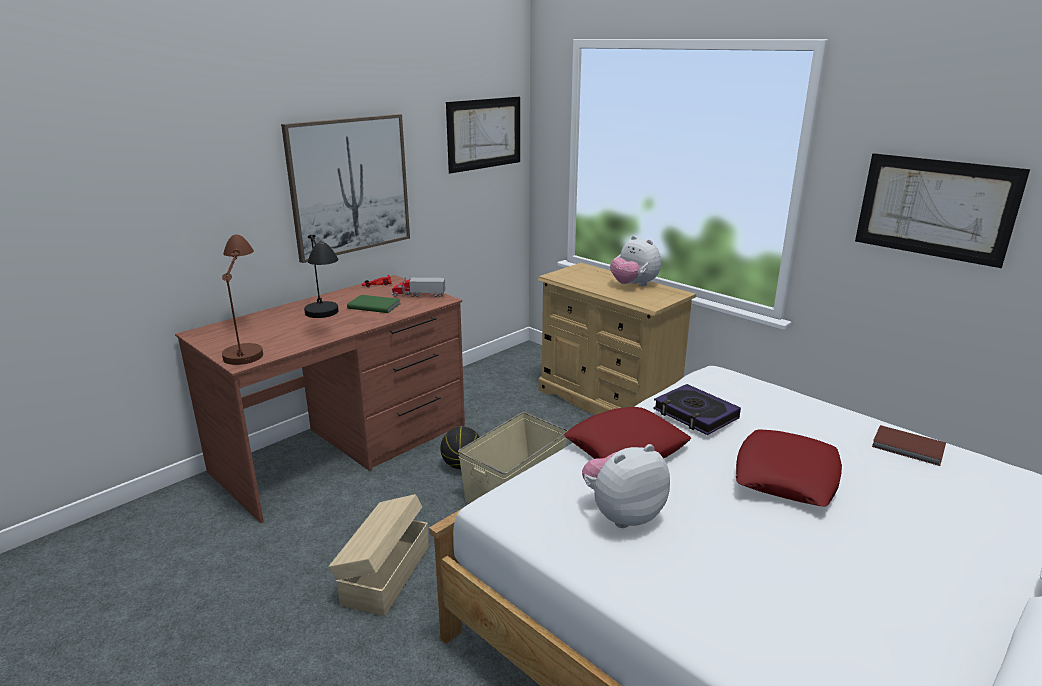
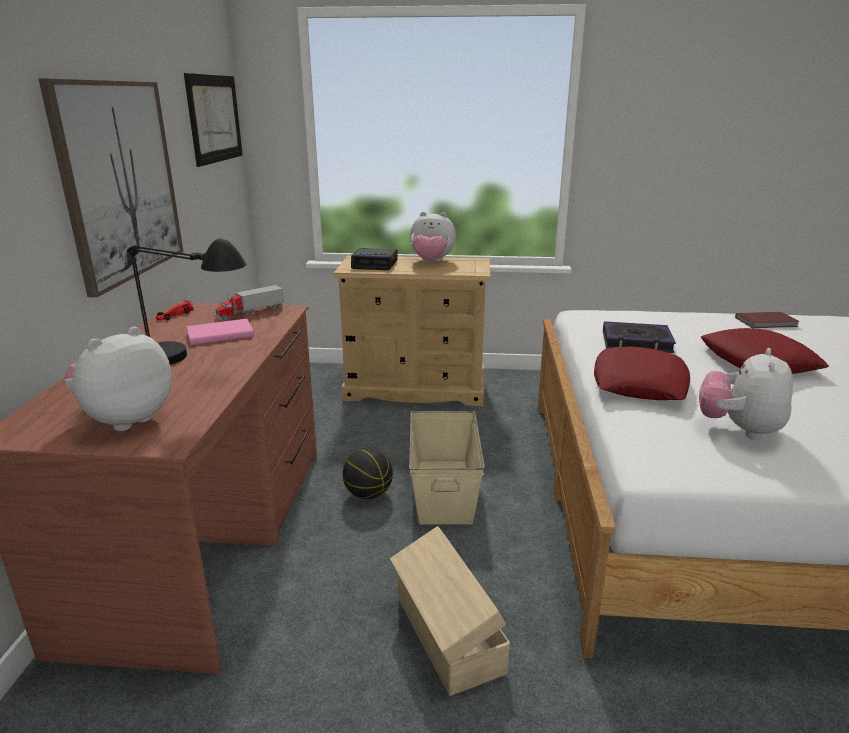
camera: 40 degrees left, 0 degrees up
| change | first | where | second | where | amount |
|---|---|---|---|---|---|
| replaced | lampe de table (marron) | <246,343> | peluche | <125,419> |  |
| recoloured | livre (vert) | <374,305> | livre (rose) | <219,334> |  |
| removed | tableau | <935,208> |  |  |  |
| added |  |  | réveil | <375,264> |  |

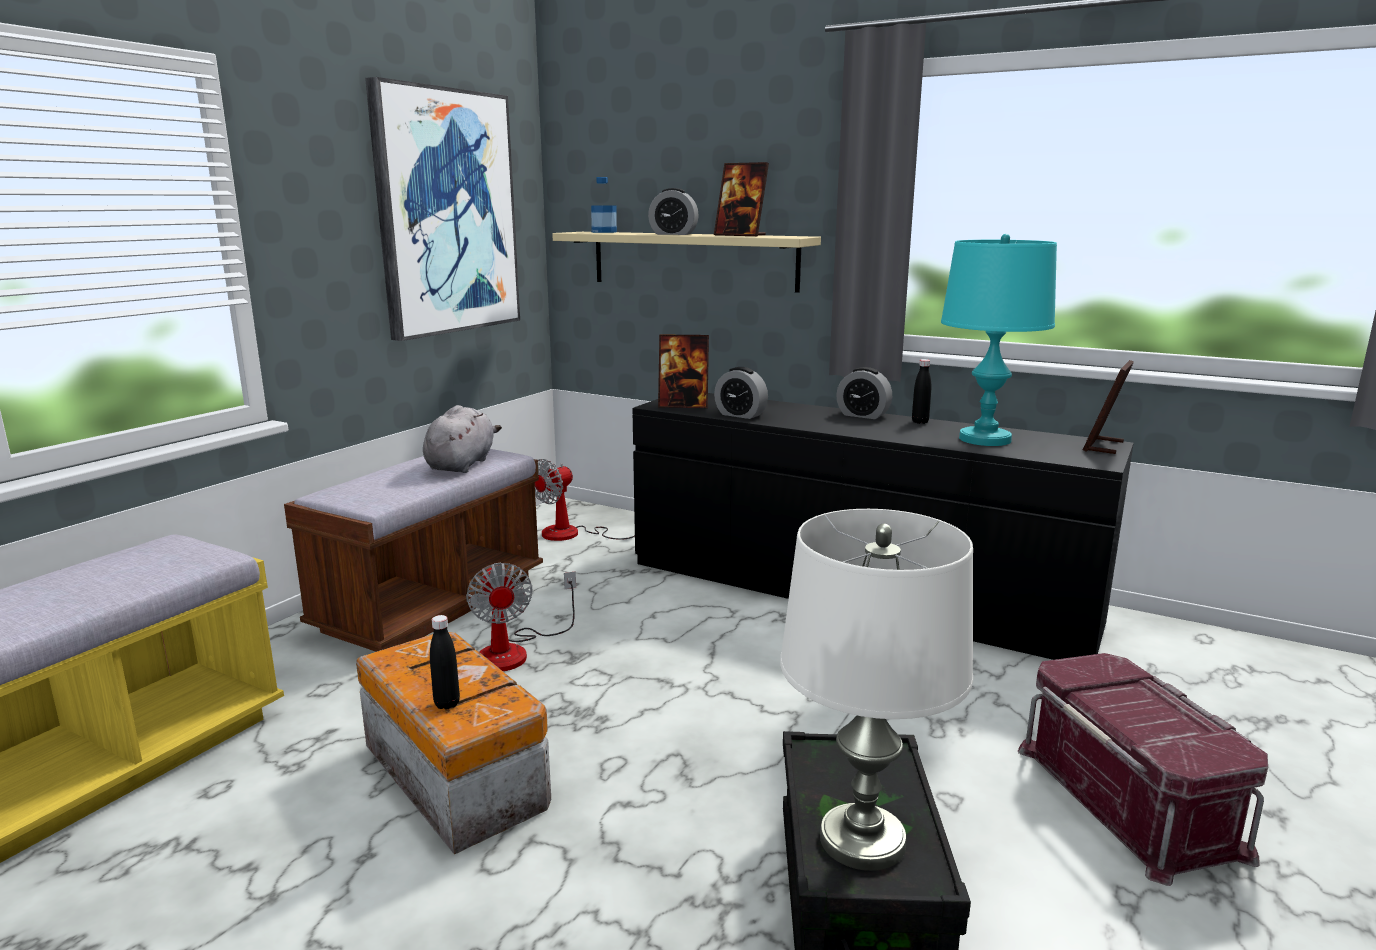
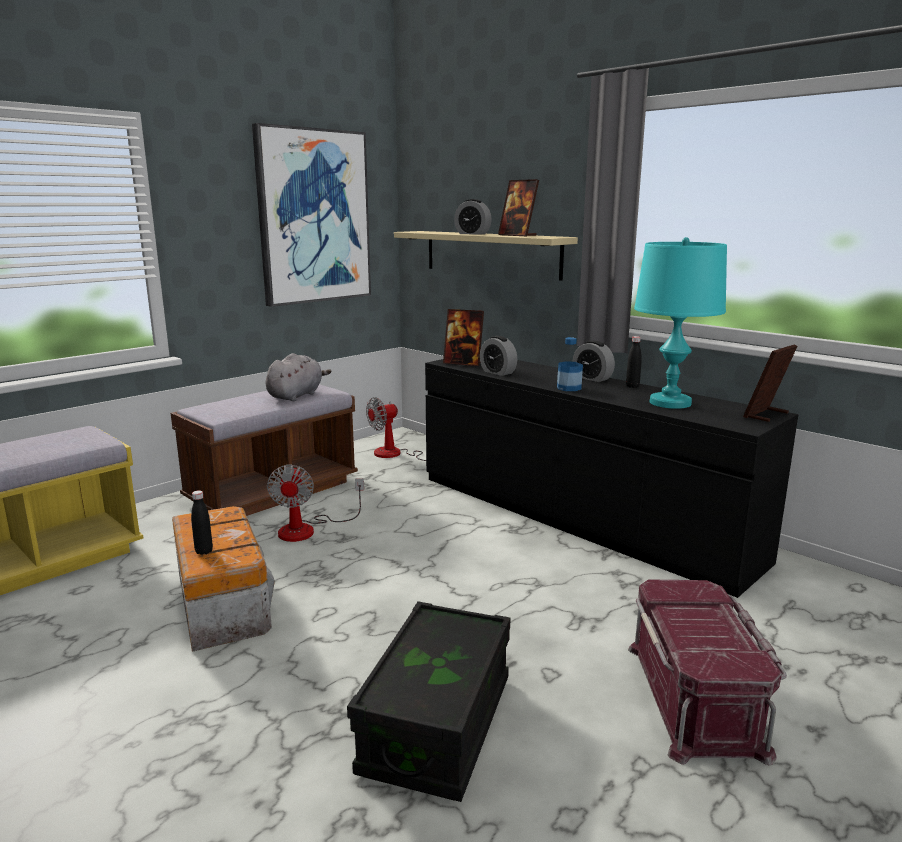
camera: 15 degrees right, 0 degrees up
| change | first | where | second | where | amount |
|---|---|---|---|---|---|
| moved | bouteille | <604,232> |  | <569,388> |  |
| removed | lampe de table (blanc) | <862,840> |  |  |  |

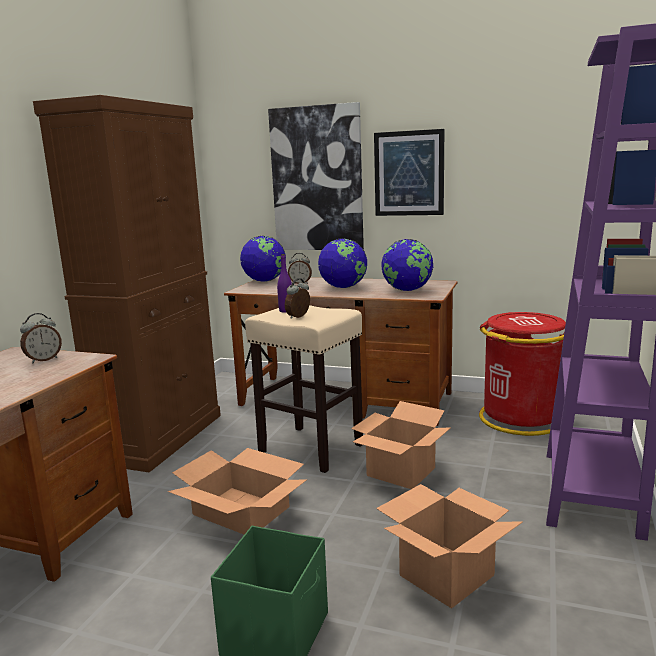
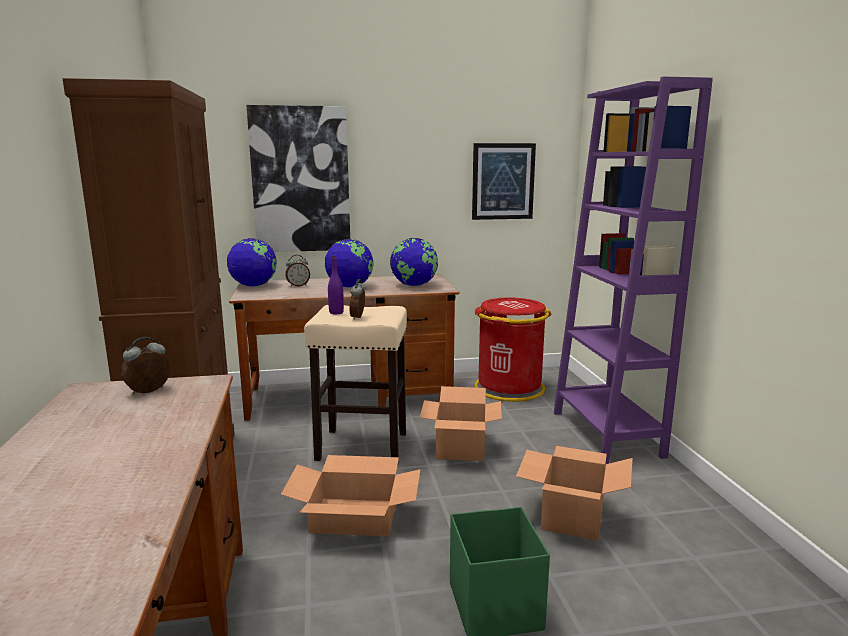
camera: 30 degrees left, 0 degrees up
| change | first | where | second | where | amount |
|---|---|---|---|---|---|
| turned | réveil | <43,360> |  | <149,391> | 150 degrees counterclockwise |
| moved | tableau | <409,173> |  | <503,181> |  |

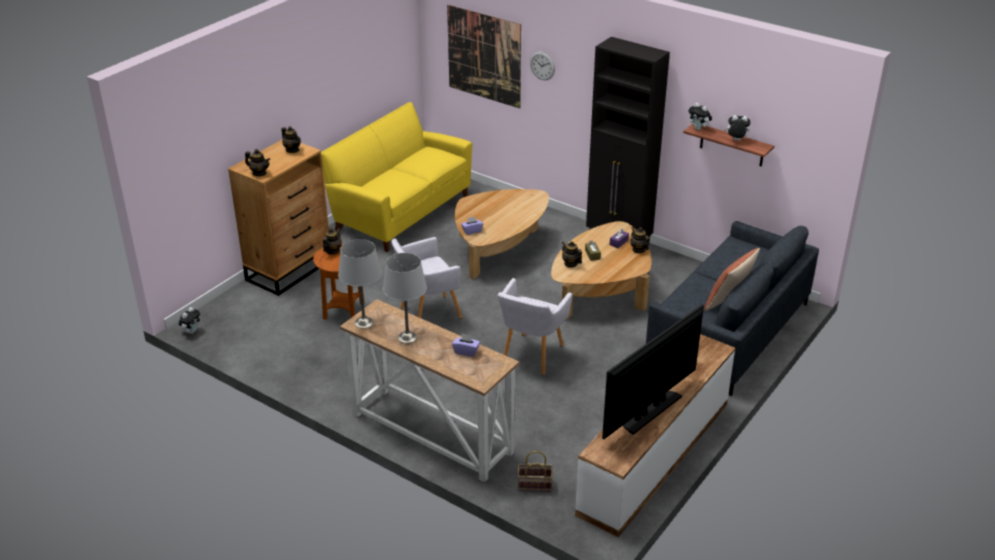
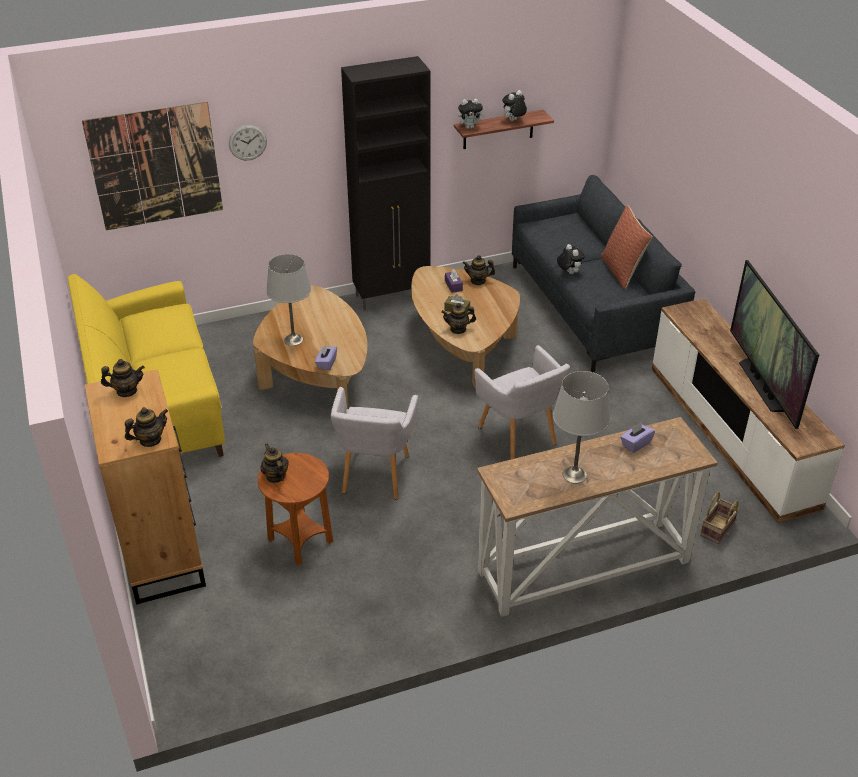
camera: 55 degrees left, 5 degrees up
| change | first | where | second | where | amount |
|---|---|---|---|---|---|
| moved | peluche | <191,331> |  | <568,272> |  |
| moved | lampe de table (gris) | <364,322> |  | <293,340> |  |

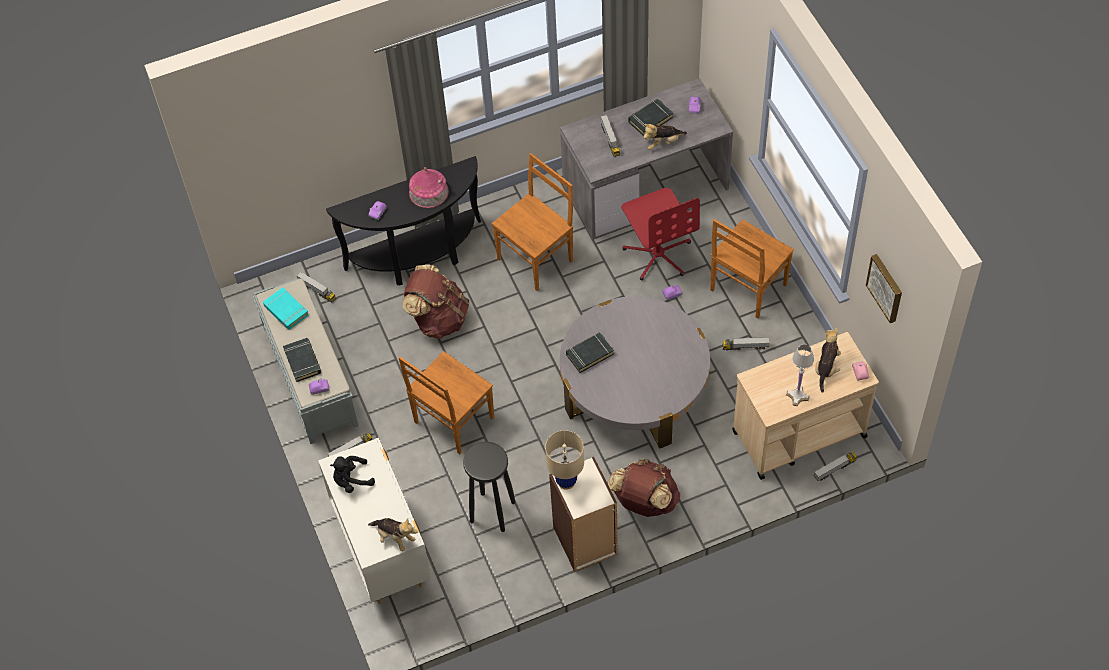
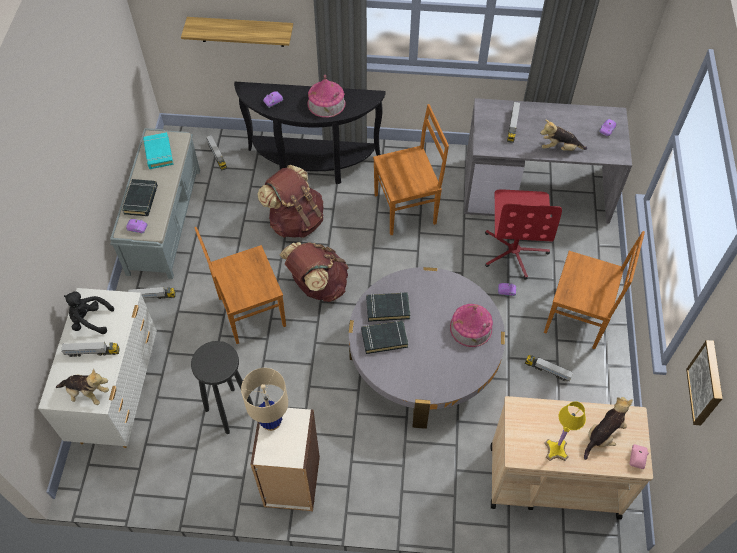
camera: 25 degrees right, 0 degrees up
| change | first | where | second | where | amount |
|---|---|---|---|---|---|
| turned | peluche | <394,537> |  | <86,393> | 45 degrees counterclockwise |
| moved | sac à dos (marron) | <644,502> |  | <317,286> |  |
| moved | livre (noir) | <650,119> |  | <384,338> |  |
| turned | chaise (marron) | <747,289> |  | <578,318> | 135 degrees counterclockwise |
| recoloured | lampe de table (blanc) | <797,396> | lampe de table (jaune) | <556,450> |  |
| moved | camion jouet | <834,469> |  | <92,352> |  |
| added |  |  | étagère | <241,31> |  |
| added |  |  | maison miniature | <471,328> |  |

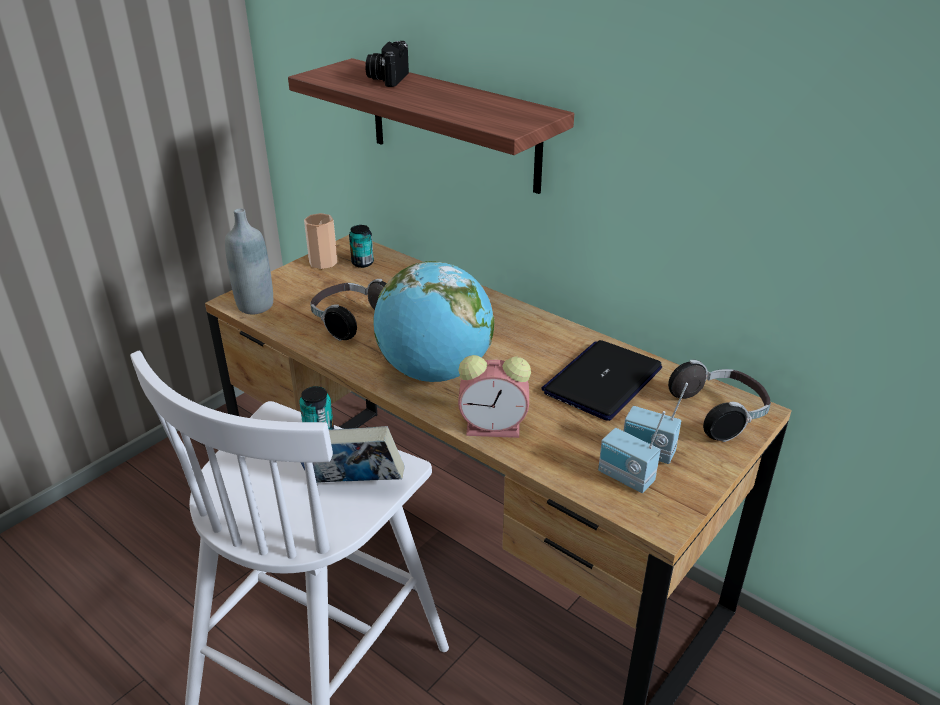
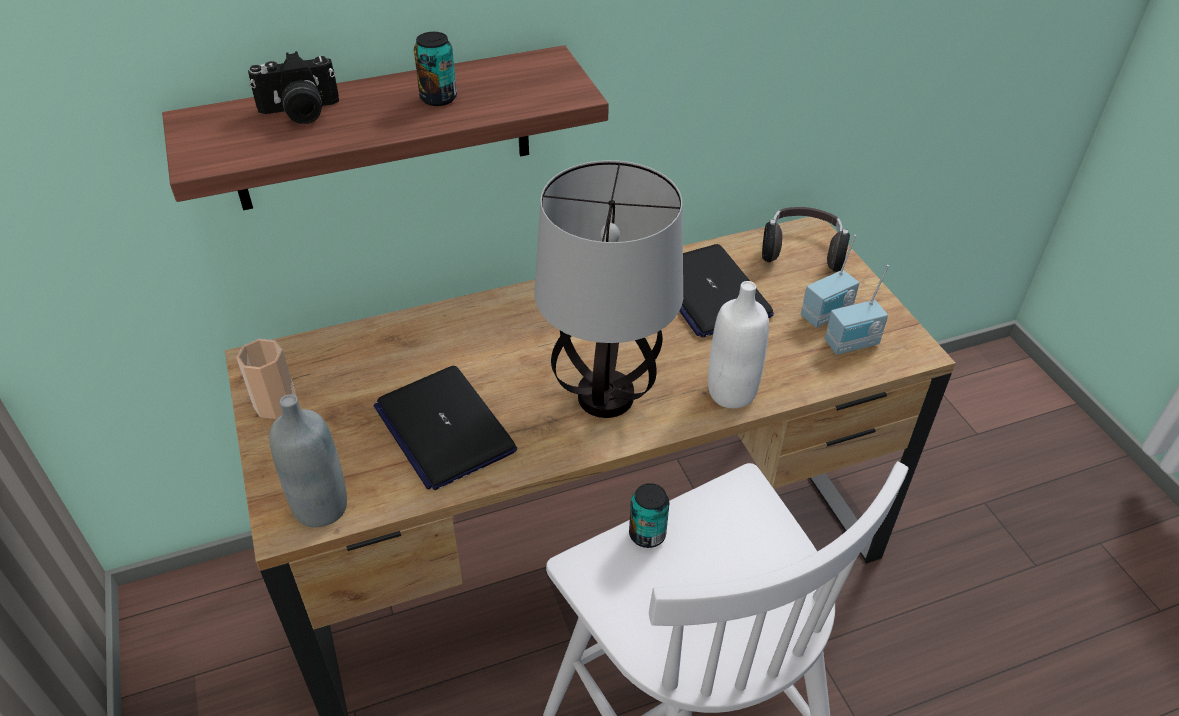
camera: 60 degrees left, 10 degrees up
| change | first | where | second | where | amount |
|---|---|---|---|---|---|
| removed | livre | <351,485> |  |  |  |
| replaced | casque audio | <350,321> | ordinateur portable | <444,428> |  |
| moved | boîte métallique | <362,263> |  | <438,98> |  |
| turned | appareil photo | <388,79> |  | <300,112> | 60 degrees counterclockwise |
| replaced | globe | <435,372> | lampe de table | <607,397> |  |
| replaced | réveil | <495,427> | bouteille (blanc) | <731,392> |  |

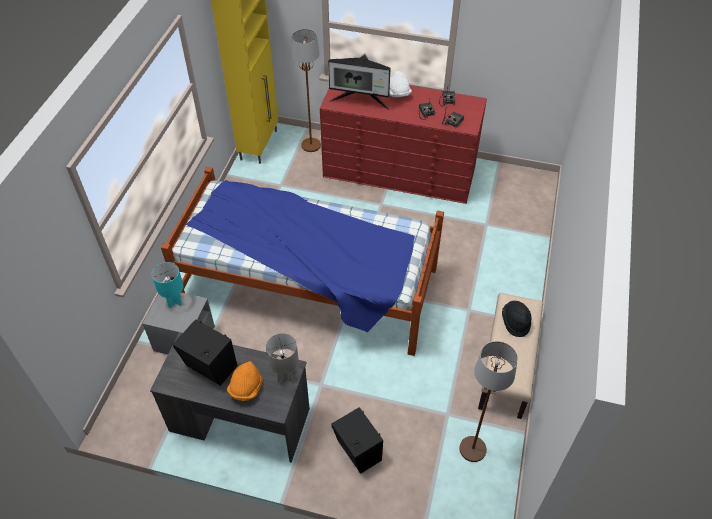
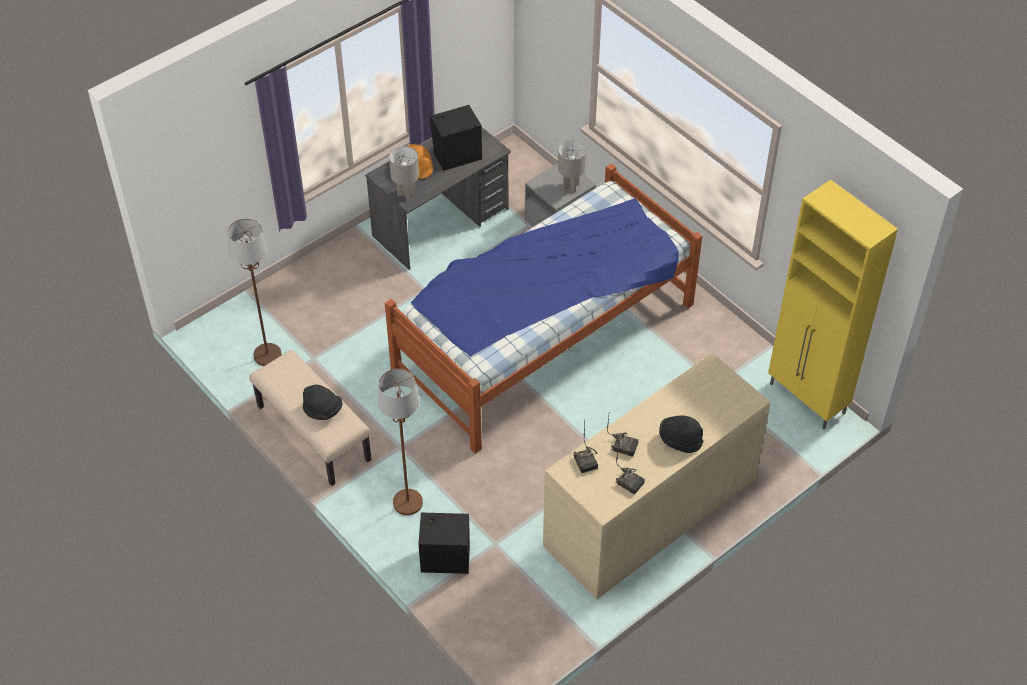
camera: 125 degrees right, 0 degrees up
| change | first | where | second | where | amount |
|---|---|---|---|---|---|
| recoloured | lampe de table (turquoise) | <175,301> | lampe de table (gris) | <570,187> |  |
| moved | lampadaire (marron) | <311,145> |  | <407,502> |  |
| recoloured | commode (rouge) | <399,172> | commode (beige) | <650,512> |  |
| removed | écran d'ordinateur | <361,100> |  |  |  |
| moved | enceinte (noir) | <358,452> |  | <444,558> |  |
| recoloured | chapeau (blanc) | <398,94> | chapeau (noir) | <680,440> |  |

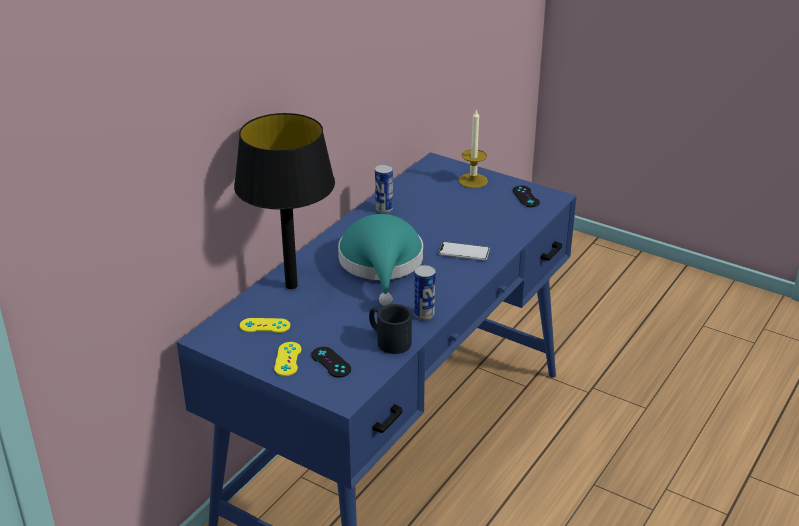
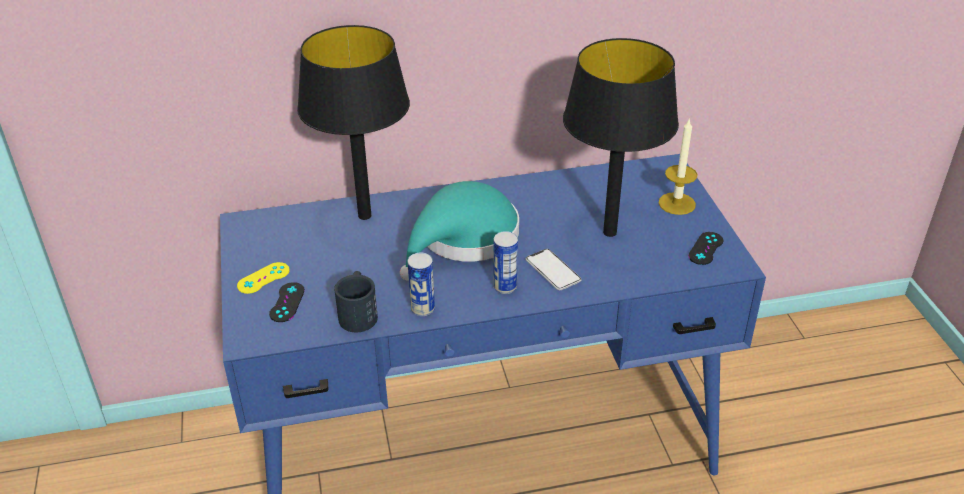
camera: 45 degrees right, 5 degrees up
| change | first | where | second | where | amount |
|---|---|---|---|---|---|
| removed | manette (jaune) | <265,326> |  |  |  |
| moved | boîte métallique | <384,209> |  | <505,287> |  |
| added |  |  | lampe de table (noir) | <609,232> |  |

